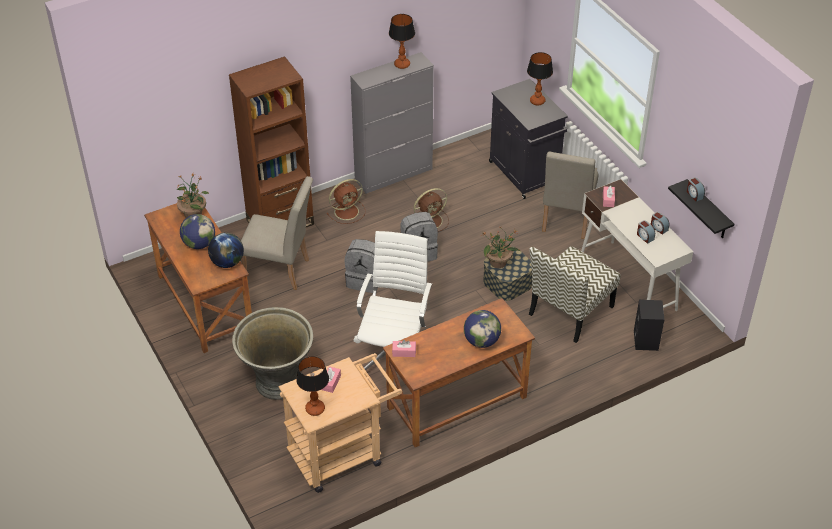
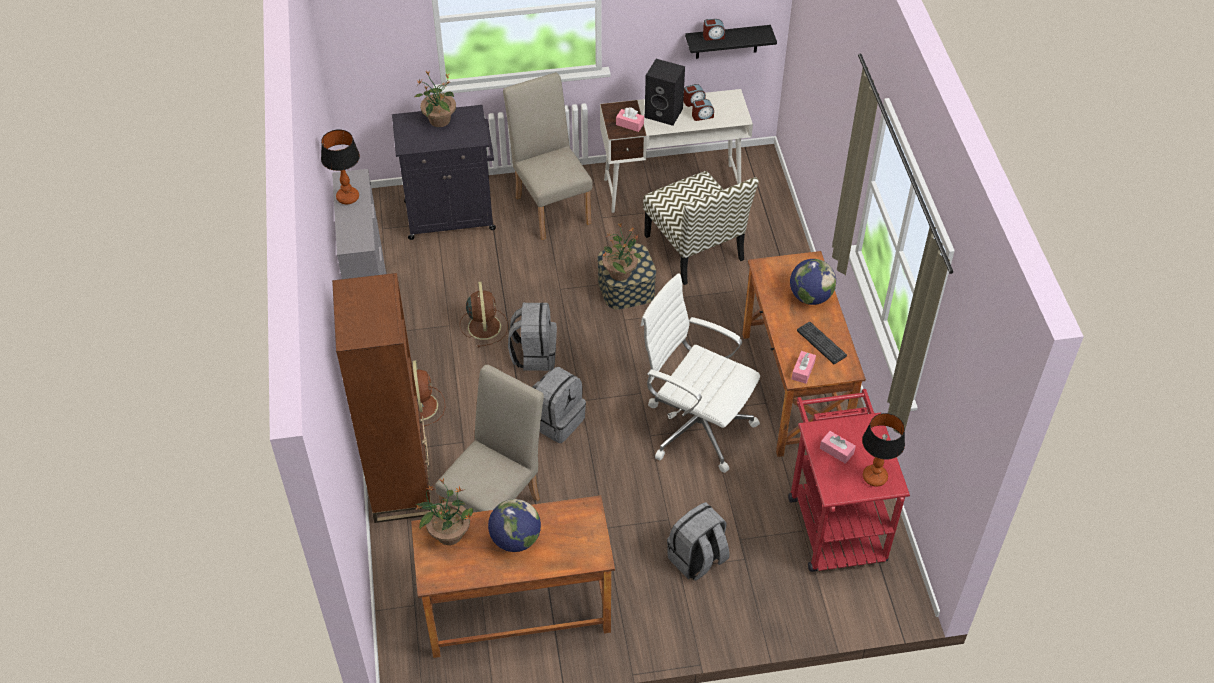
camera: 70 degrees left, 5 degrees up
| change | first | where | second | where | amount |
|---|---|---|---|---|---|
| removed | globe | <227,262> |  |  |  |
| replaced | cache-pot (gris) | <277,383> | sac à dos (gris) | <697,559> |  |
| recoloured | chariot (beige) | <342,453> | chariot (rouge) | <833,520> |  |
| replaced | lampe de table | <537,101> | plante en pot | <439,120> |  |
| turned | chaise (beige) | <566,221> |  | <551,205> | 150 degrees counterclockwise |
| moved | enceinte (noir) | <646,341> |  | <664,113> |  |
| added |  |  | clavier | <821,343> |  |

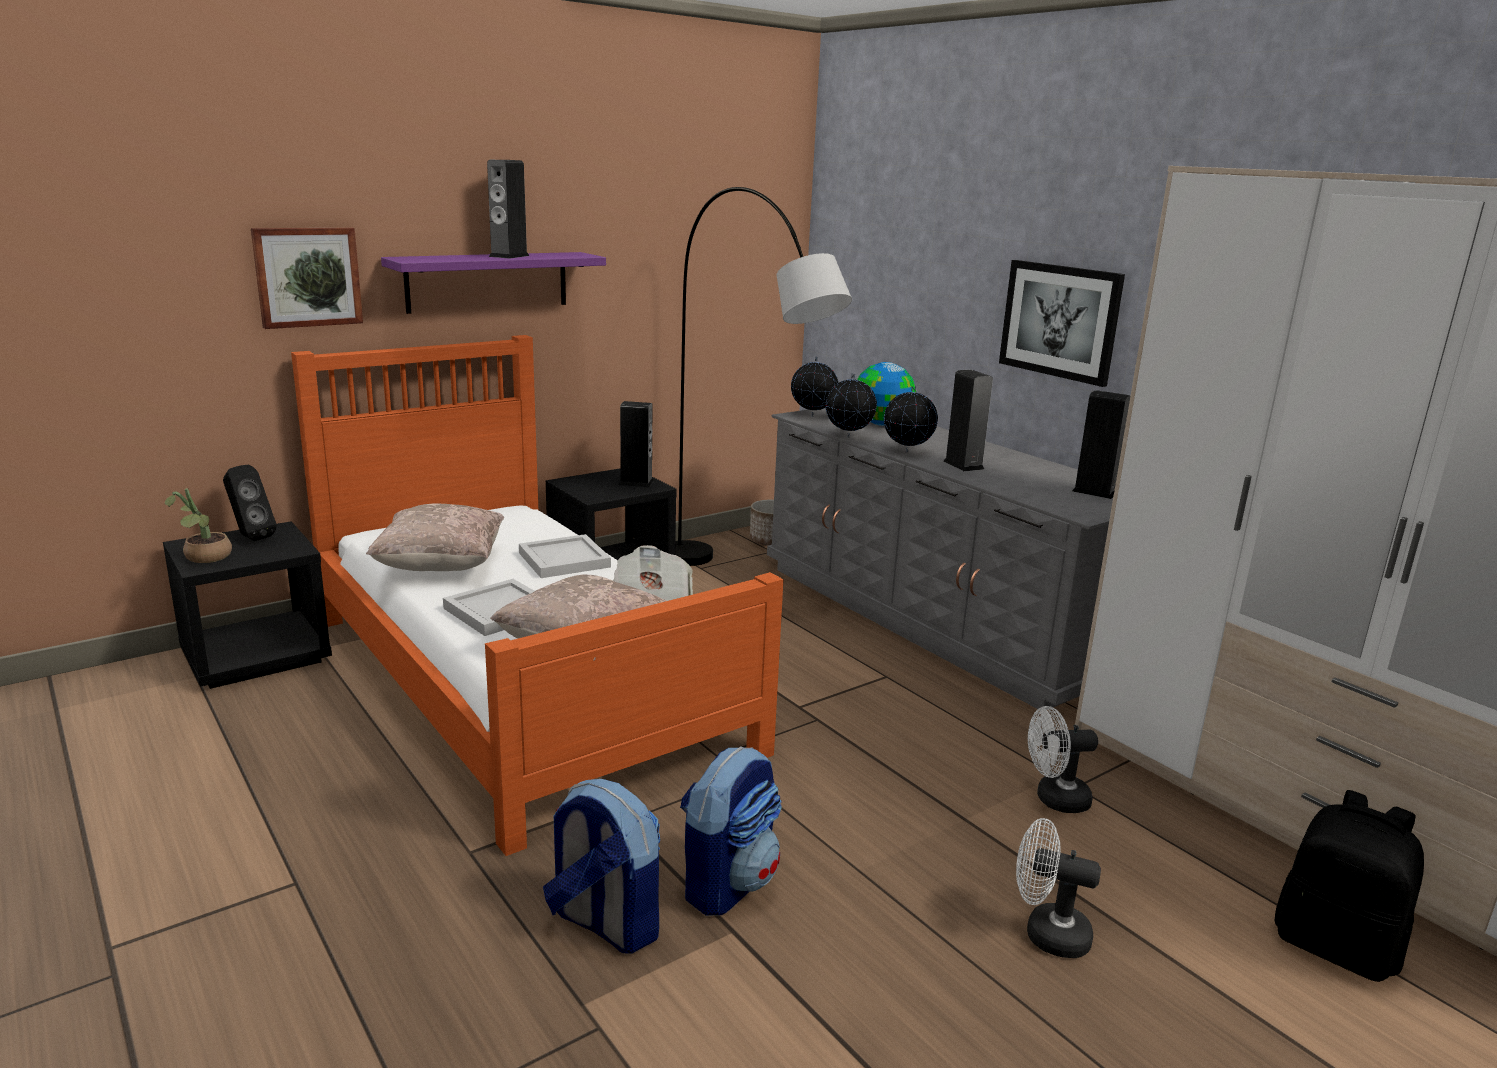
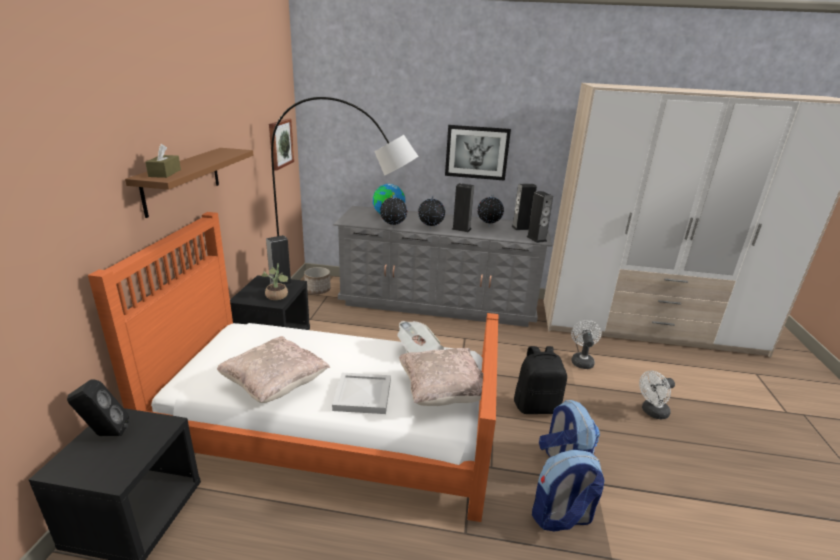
camera: 45 degrees left, 5 degrees up
| change | first | where | second | where | amount |
|---|---|---|---|---|---|
| moved | plante en pot | <204,558> |  | <277,297> |  |
| moved | tableau | <307,277> |  | <280,143> |  |
| recoloured | étagère (violet) | <488,281> | étagère (marron) | <182,180> |  |
| moved | enceinte | <509,256> |  | <536,239> |  |
| removed | plateau (blanc) | <565,559> |  |  |  |
| moved | globe | <813,416> |  | <488,226> |  |
| turned | ventilateur (blanc) | <1054,799> |  | <581,360> | 150 degrees clockwise |
| moved | sac à dos (noir) | <1335,947> |  | <536,406> |  |
| added |  |  | boîte à mouchoirs (marron) | <165,173> |  |

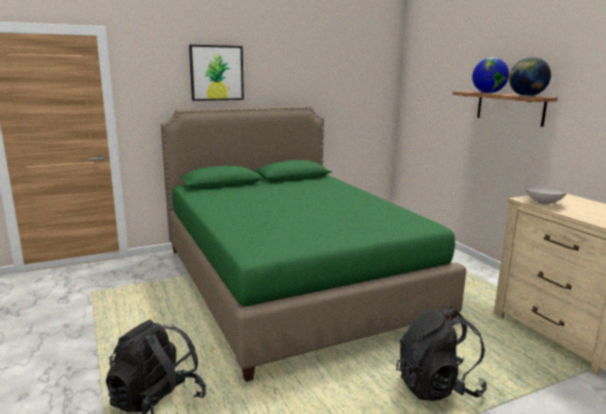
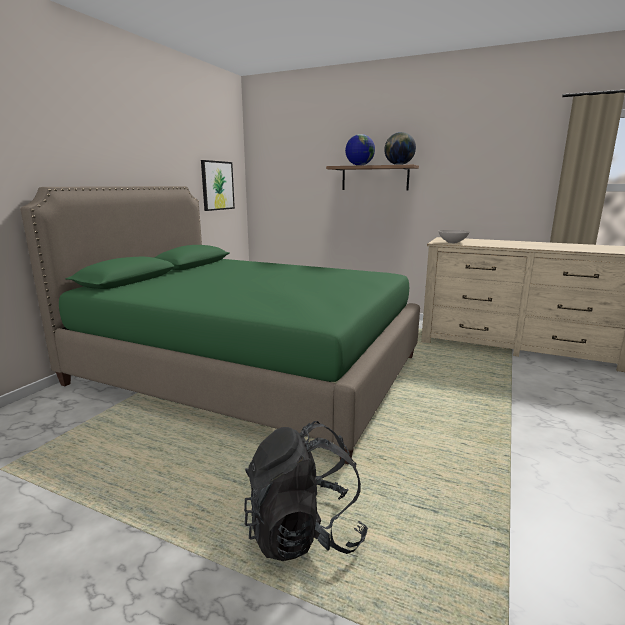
camera: 40 degrees left, 0 degrees up
| change | first | where | second | where | amount |
|---|---|---|---|---|---|
| moved | tableau | <216,73> |  | <217,185> |  |
| removed | sac à dos (noir) | <437,386> |  |  |  |

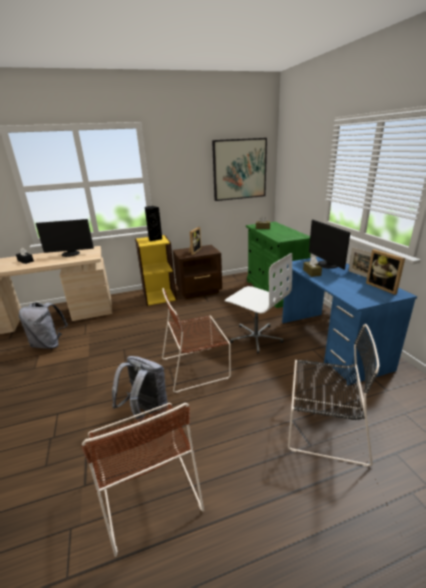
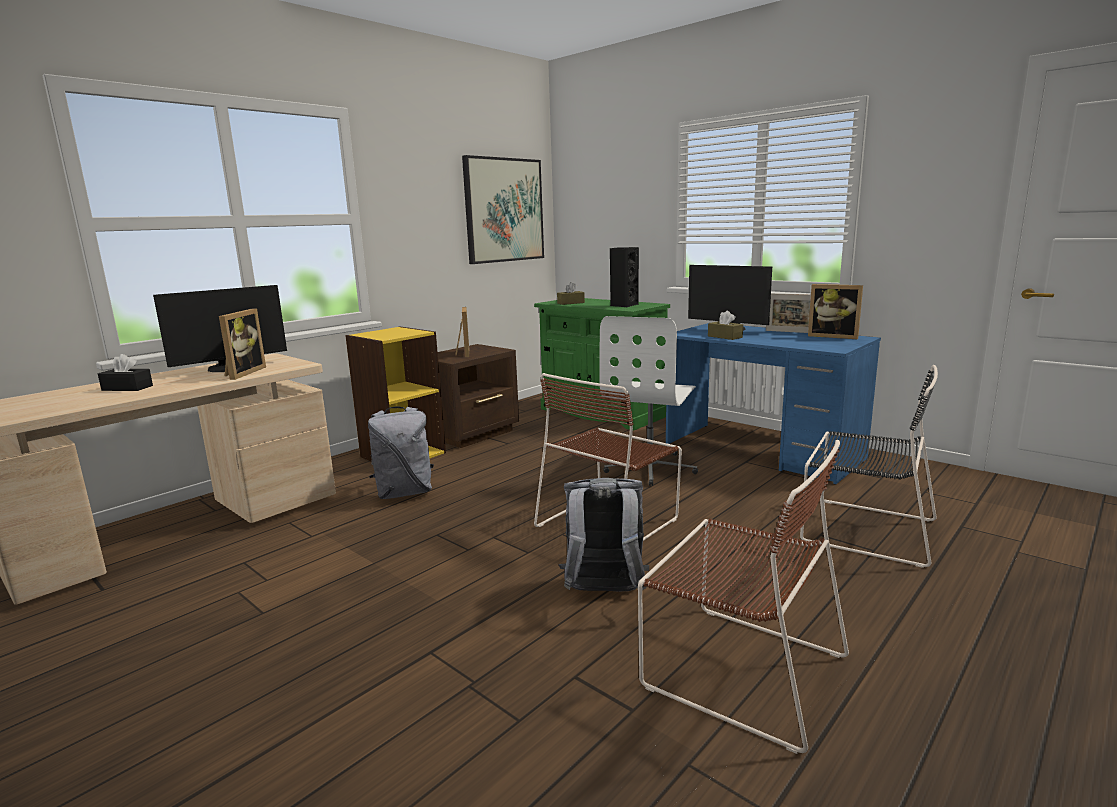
camera: 30 degrees left, 10 degrees down
| change | first | where | second | where | amount |
|---|---|---|---|---|---|
| moved | sac à dos (gris) | <49,344> |  | <404,493> |  |
| moved | enceinte (noir) | <154,239> |  | <623,305> |  |
| turned | chaise de bureau (blanc) | <256,337> |  | <650,467> | 105 degrees clockwise |
| turned | chaise (noir) | <323,427> |  | <863,529> | 45 degrees clockwise |
| added |  |  | cadre photo | <242,373> |  |

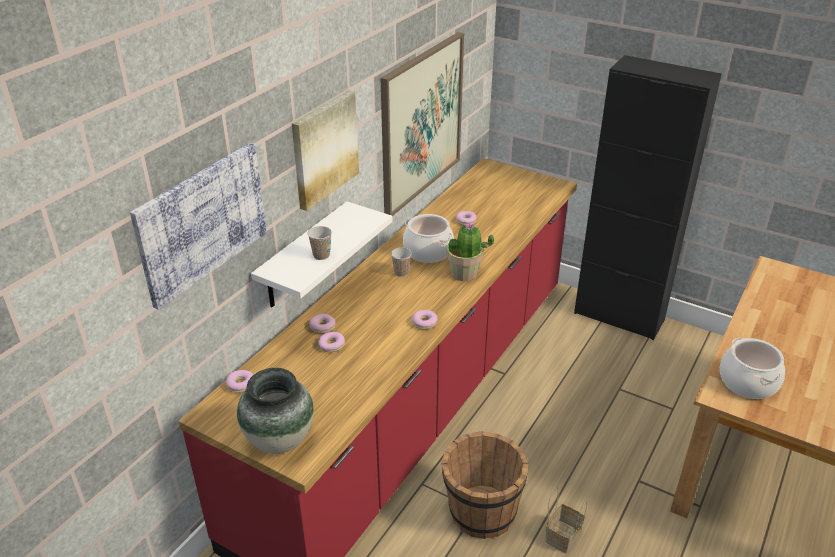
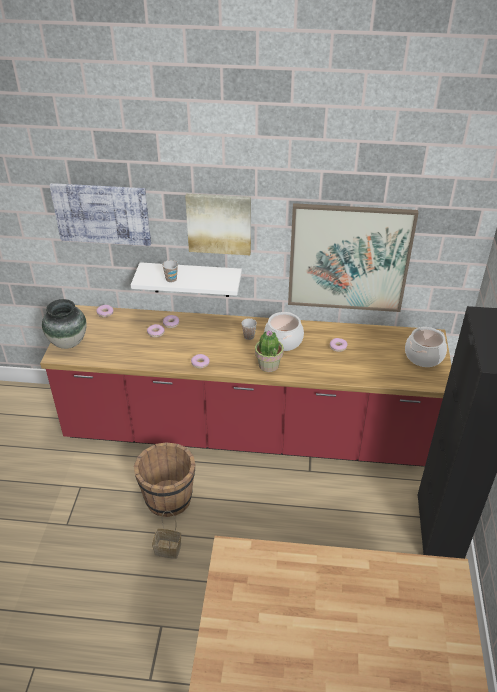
camera: 65 degrees right, 5 degrees up
| change | first | where | second | where | amount |
|---|---|---|---|---|---|
| moved | marmite | <747,382> |  | <423,356> |  |

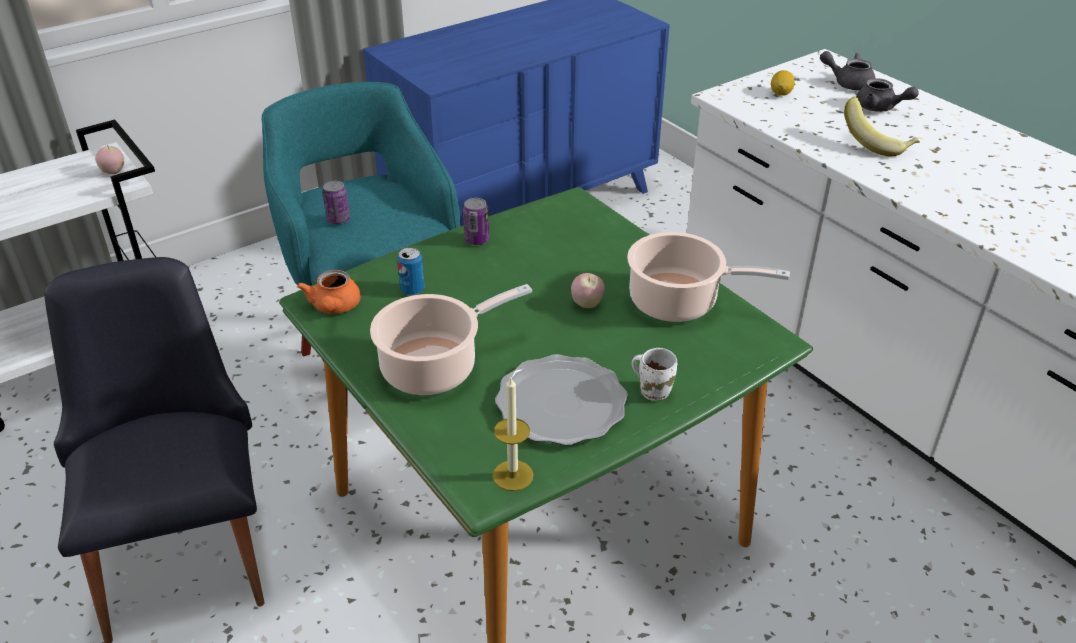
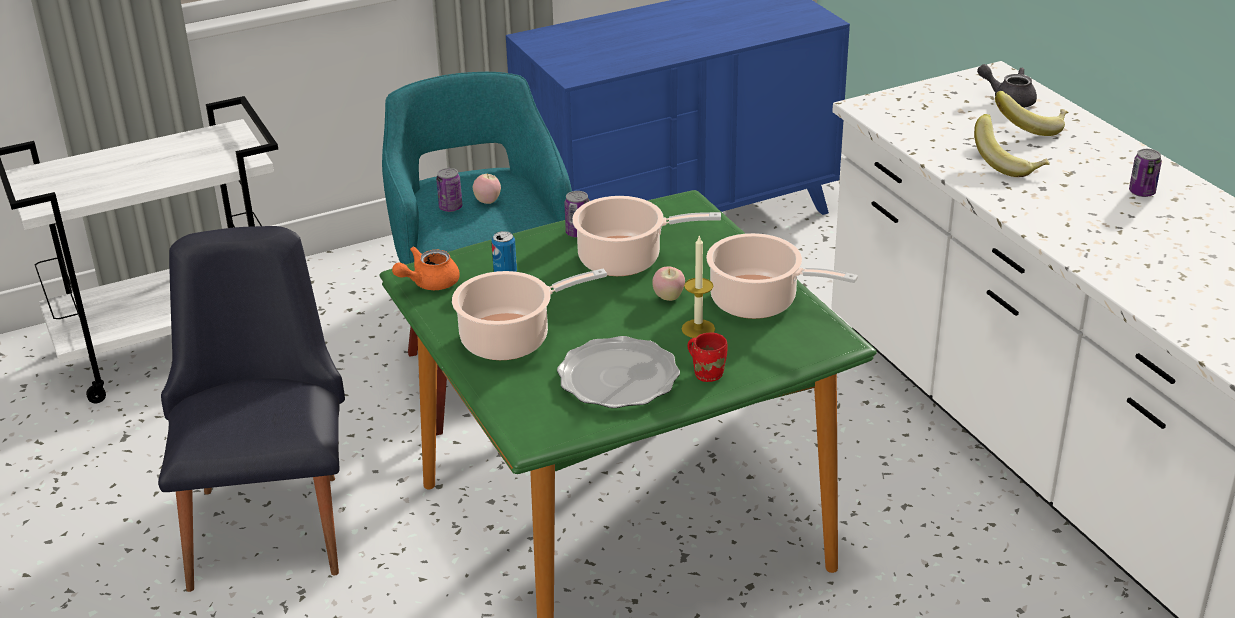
camera: 10 degrees right, 5 degrees down
| change | first | where | second | where | amount |
|---|---|---|---|---|---|
| moved | pomme | <113,172> |  | <487,201> |  |
| turned | théière (orange) | <334,308> |  | <429,283> | 45 degrees clockwise |
| moved | bougie | <513,475> |  | <698,329> |  |
| recoloured | mug (blanc) | <654,389> | mug (rouge) | <708,373> |  |
| removed | citron | <781,93> |  |  |  |
| replaced | théière (gris) | <880,108> | banane | <1030,128> |  |
| added |  |  | marmite | <625,260> |  |
| added |  |  | boîte métallique | <1142,192> |  |

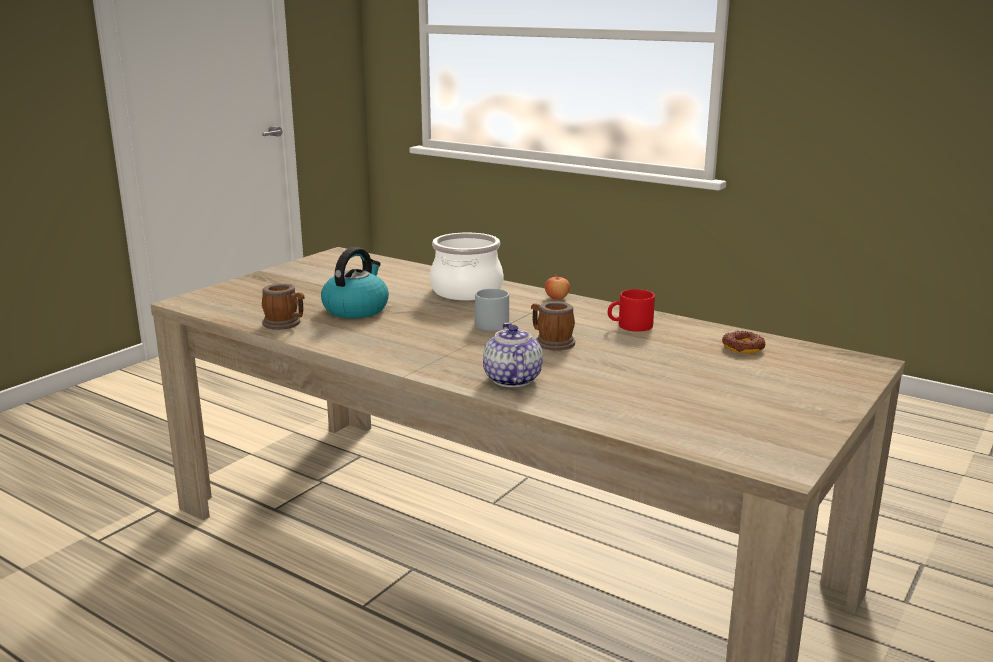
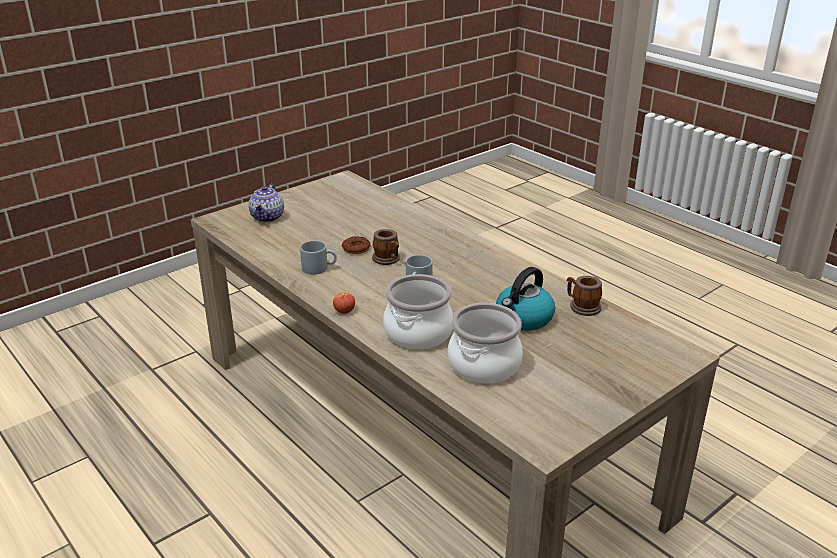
camera: 165 degrees left, 10 degrees up
| change | first | where | second | where | amount |
|---|---|---|---|---|---|
| moved | théière | <512,380> |  | <268,217> |  |
| recoloured | mug (rouge) | <630,326> | mug (gris) | <319,268> |  |
| moved | beignet | <743,348> |  | <356,248> |  |
| added |  |  | marmite | <485,365> |  |

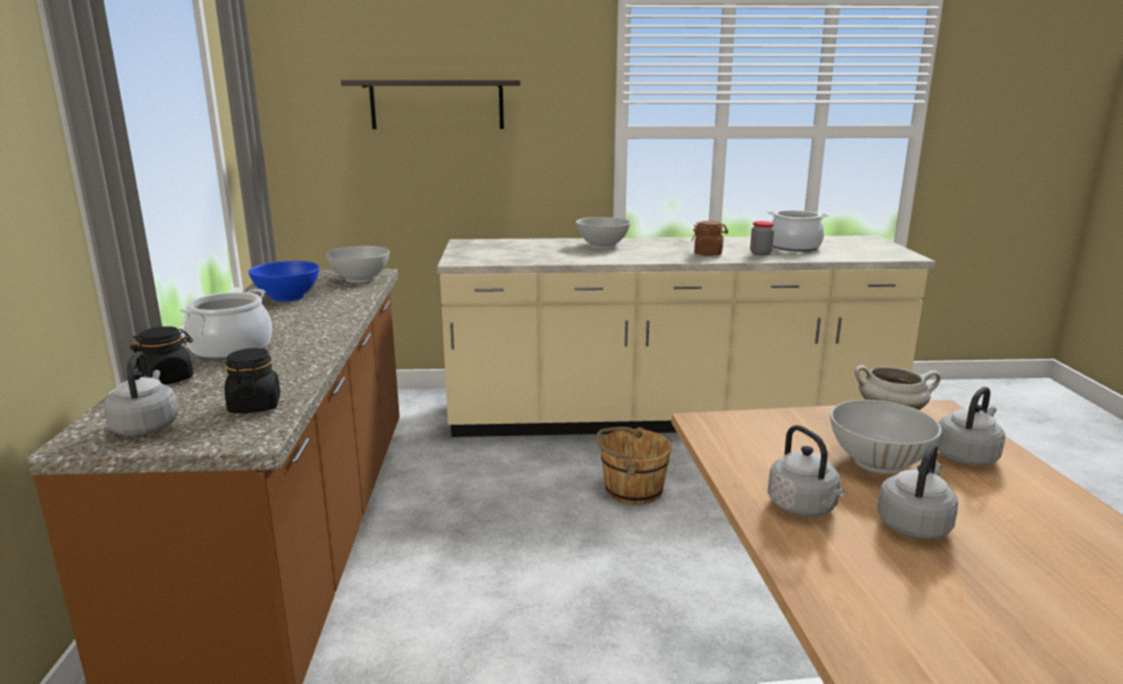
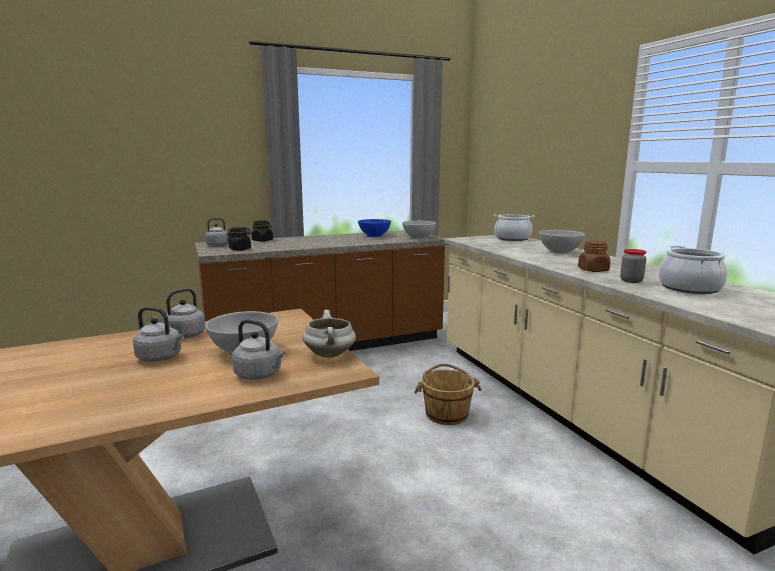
camera: 70 degrees right, 5 degrees down
| change | first | where | second | where | amount |
|---|---|---|---|---|---|
| moved | marmite | <232,349> |  | <512,238> |  |
| removed | étagère | <437,104> |  |  |  |

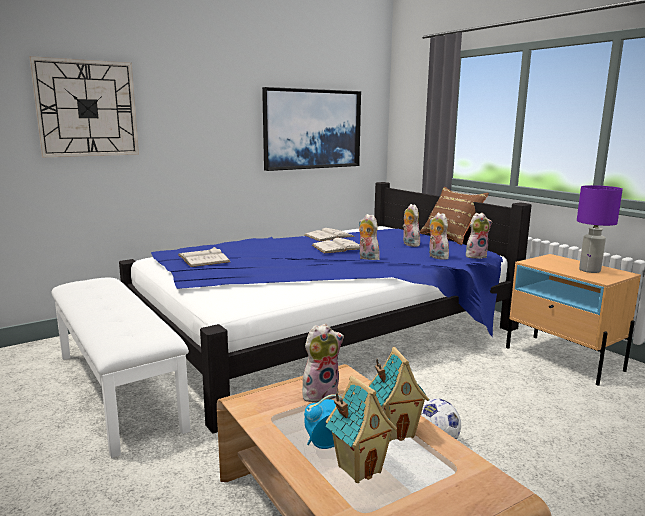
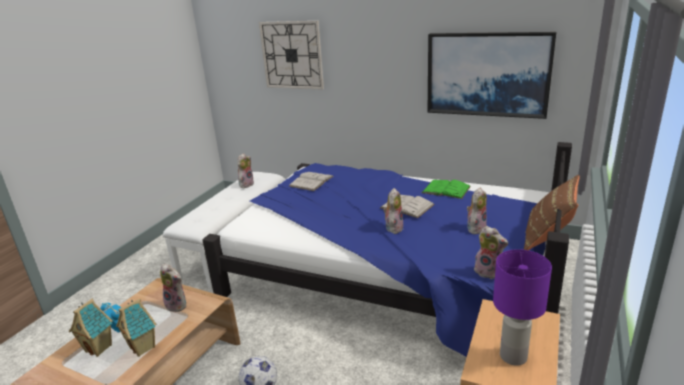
camera: 60 degrees right, 10 degrees up
| change | first | where | second | where | amount |
|---|---|---|---|---|---|
| recoloured | livre (blanc) | <329,236> | livre (vert) | <446,189> |  |
| moved | peluche | <436,257> |  | <246,184> |  |

